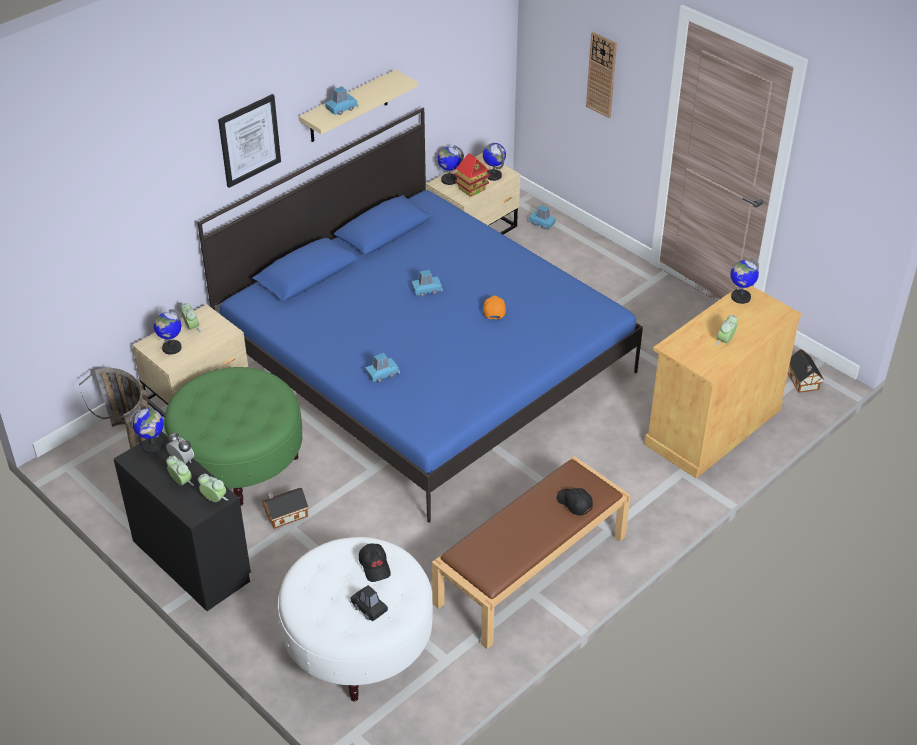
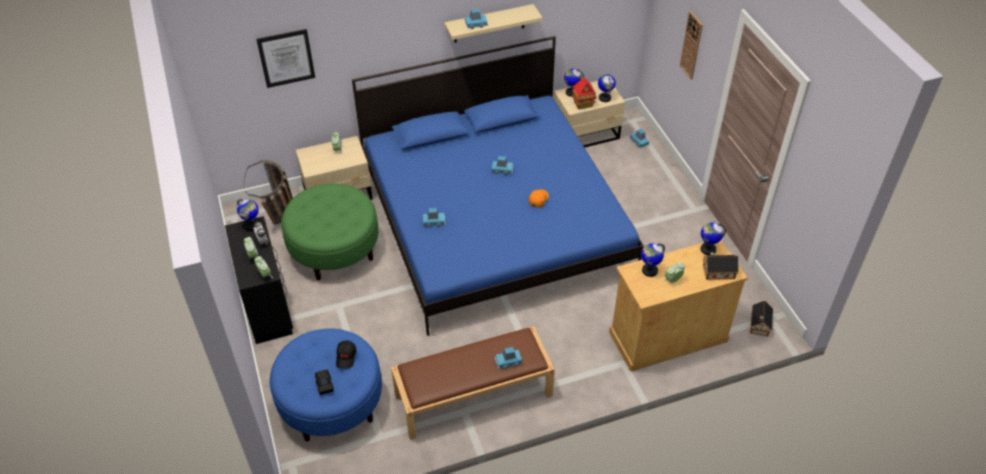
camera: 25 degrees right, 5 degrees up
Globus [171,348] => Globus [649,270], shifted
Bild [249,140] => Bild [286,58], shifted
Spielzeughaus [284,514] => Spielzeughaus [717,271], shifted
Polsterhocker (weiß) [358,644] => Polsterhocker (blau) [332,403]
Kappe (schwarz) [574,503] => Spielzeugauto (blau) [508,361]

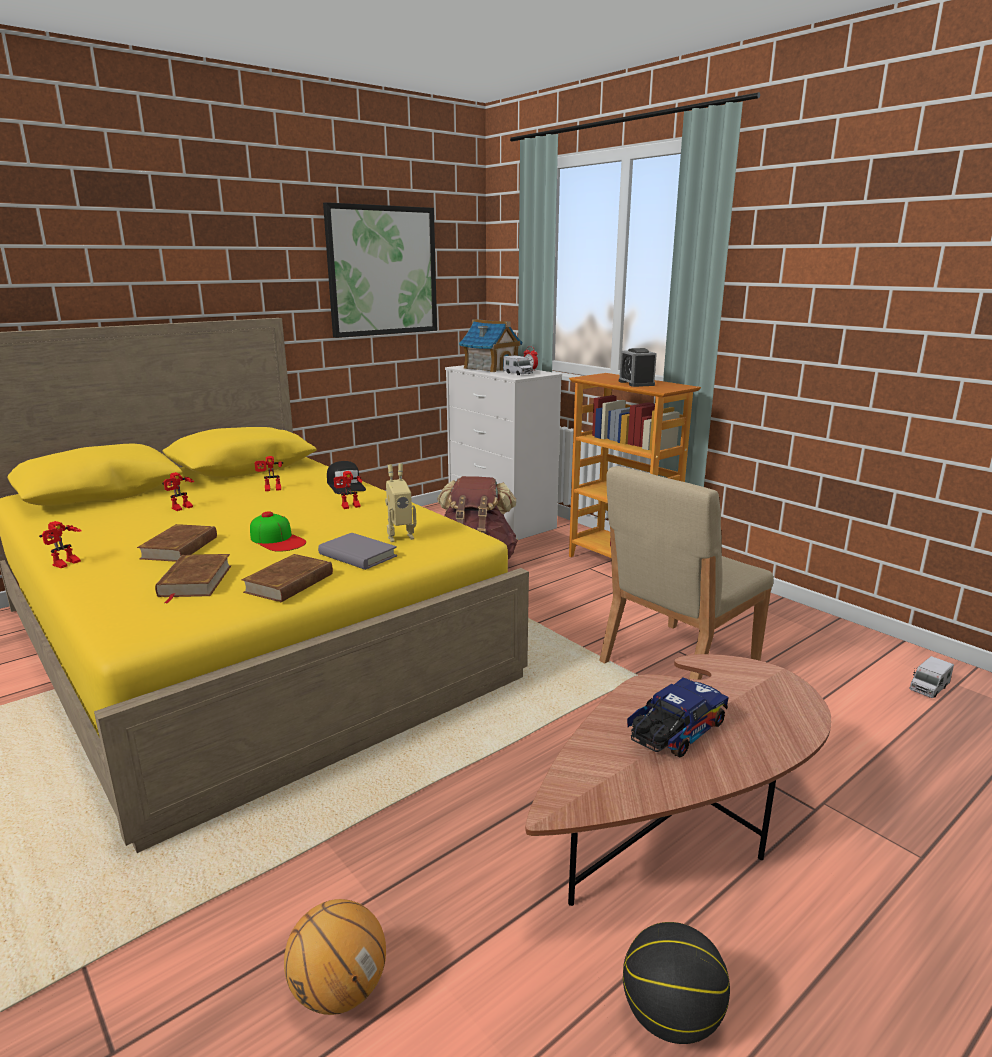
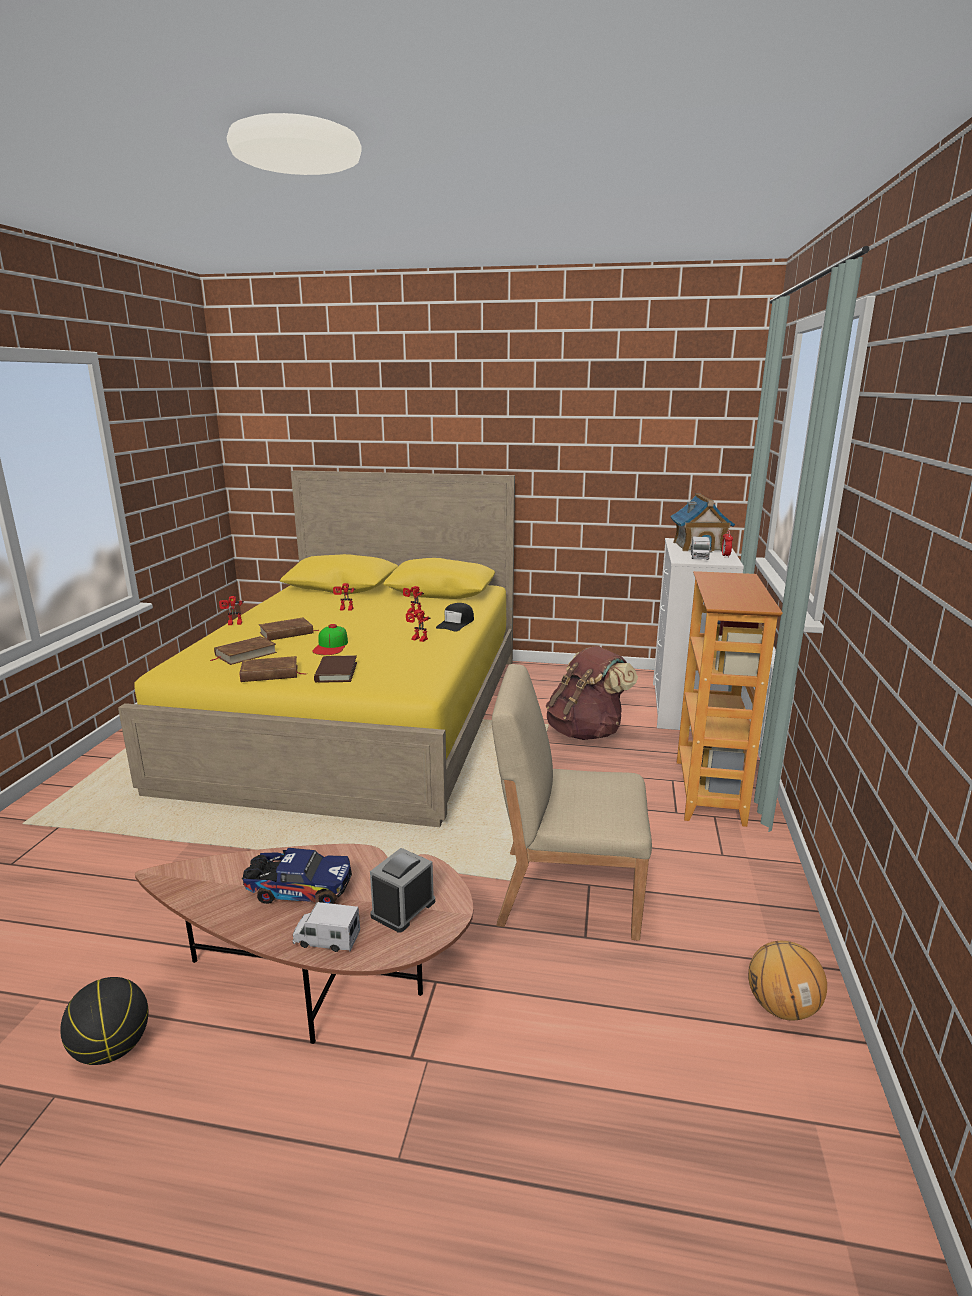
camera: 50 degrees right, 0 degrees up
Basketball [338,990] => Basketball [781,1007], shifted
Buch (grau) [357,555] => Buch (braun) [336,672]
Bild [382,271] => nothing
Spielzeugroboter [399,536] => nothing
Wecker [636,383] => Wecker [403,908], shifted
Spielzeuglaster [928,688] => Spielzeuglaster [327,939], shifted

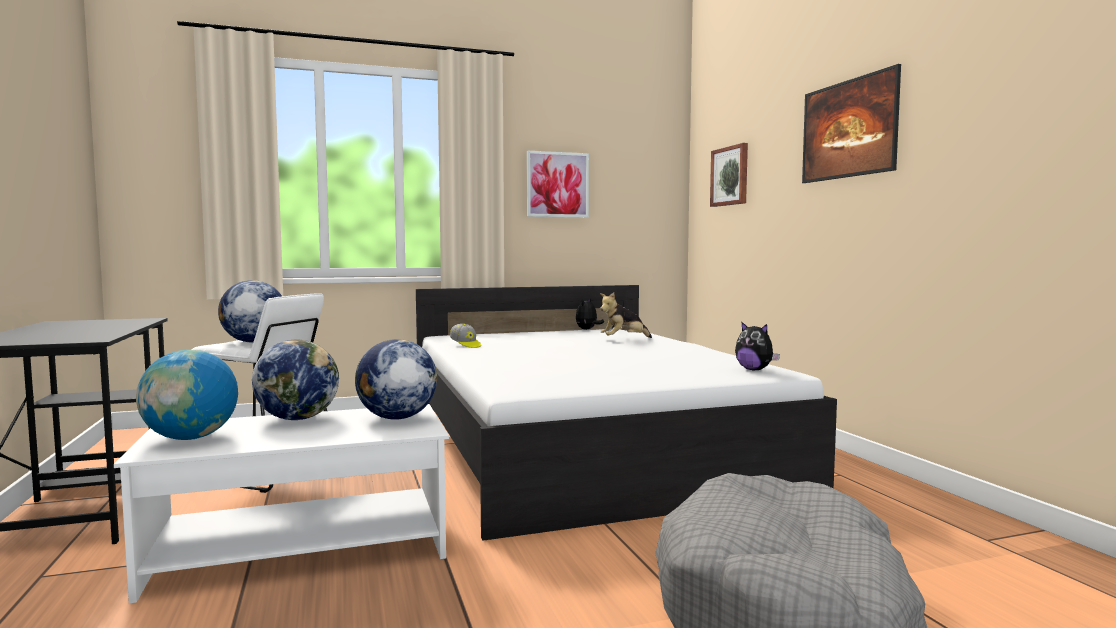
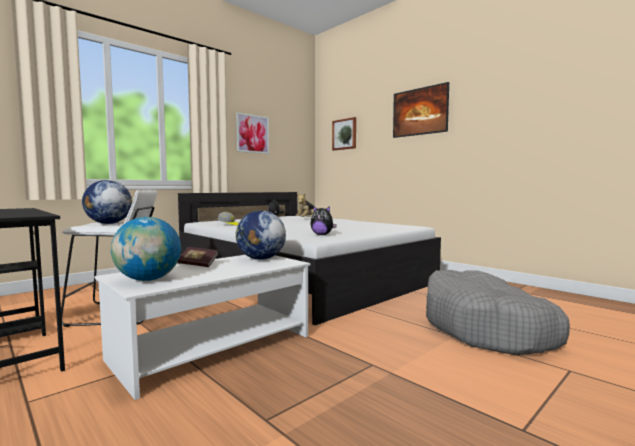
camera: 25 degrees left, 0 degrees up
Globus [298,418] => Buch [198,264]
Plüschtier [754,370] => Plüschtier [322,235], shifted

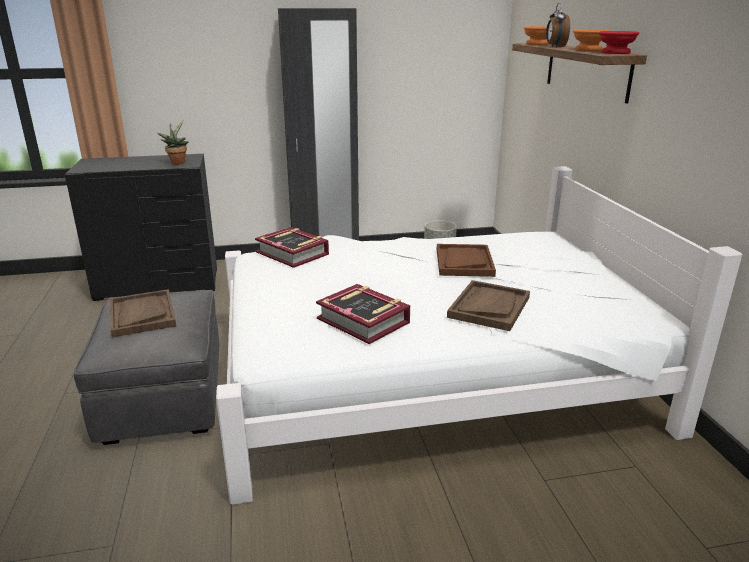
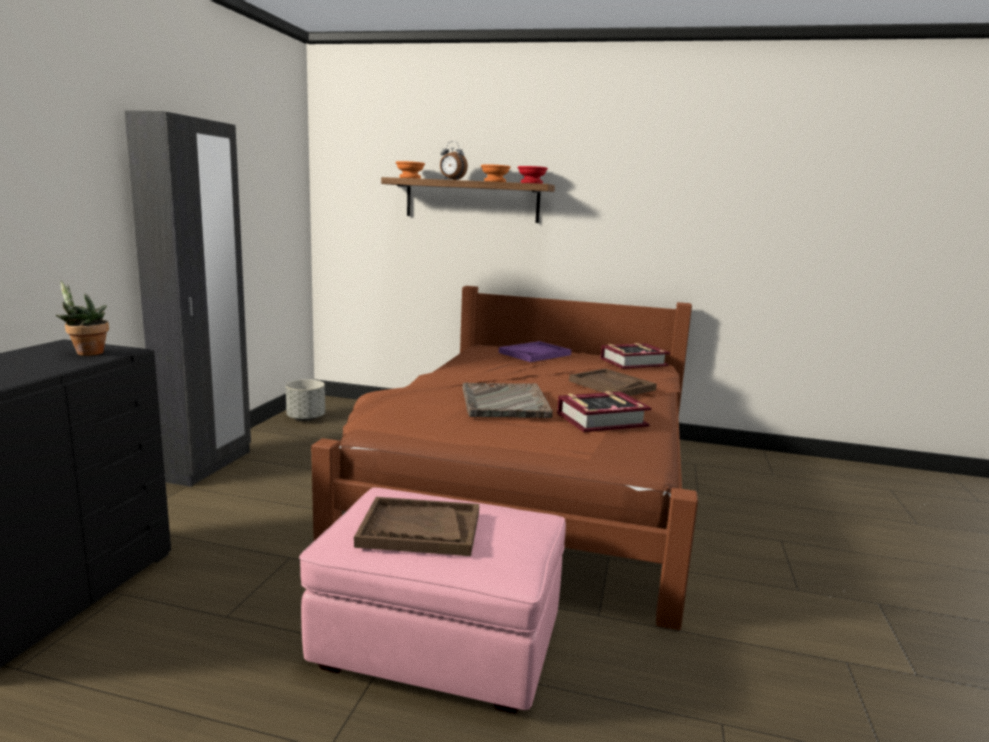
camera: 65 degrees left, 10 degrees down
Polsterhocker (grau) [164,398] => Polsterhocker (rosa) [439,644]
Bett (weiß) [427,375] => Bett (braun) [532,488]
Buch [293,253] => Buch [633,362], shifted
Tablett (braun) [464,262] => nothing
nothing => Tablett (grau) [504,403]
nothing => Tablett (lila) [534,354]

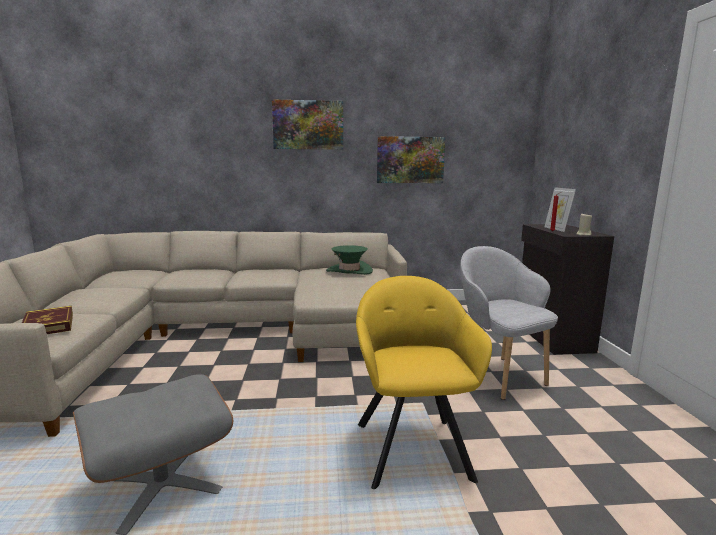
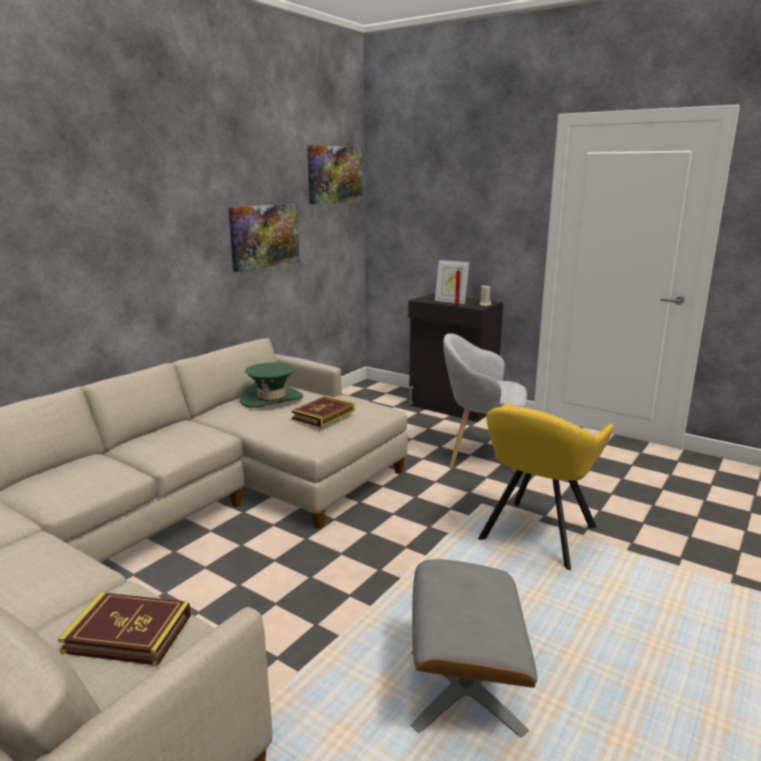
camera: 50 degrees left, 5 degrees up
Bild [308,125] => Bild [334,174], shifted
Sessel (gelb) [412,445] => Sessel (gelb) [535,536], 90 degrees counterclockwise
nothing => Buch [323,415]

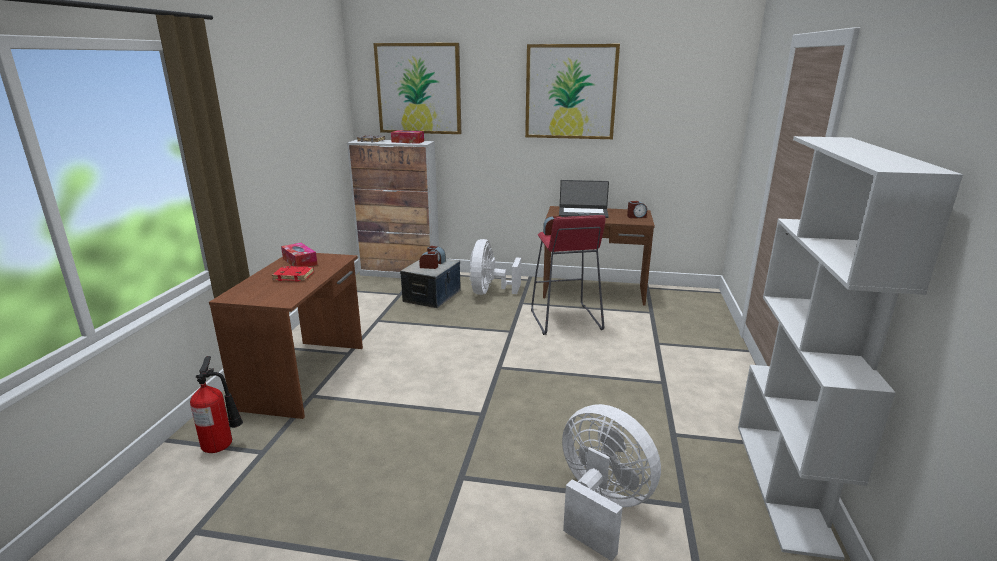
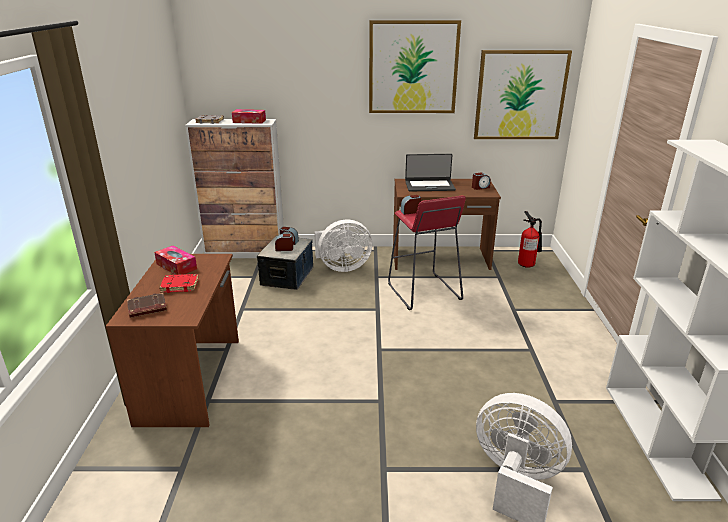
camera: 10 degrees left, 5 degrees up
Feuerlöscher [223,445] => Feuerlöscher [527,264], shifted
Bild [418,89] => Bild [520,95], shifted
Ventilator (weiß) [489,292] => Ventilator (weiß) [342,267], 105 degrees counterclockwise
nothing => Buch (braun) [147,309]

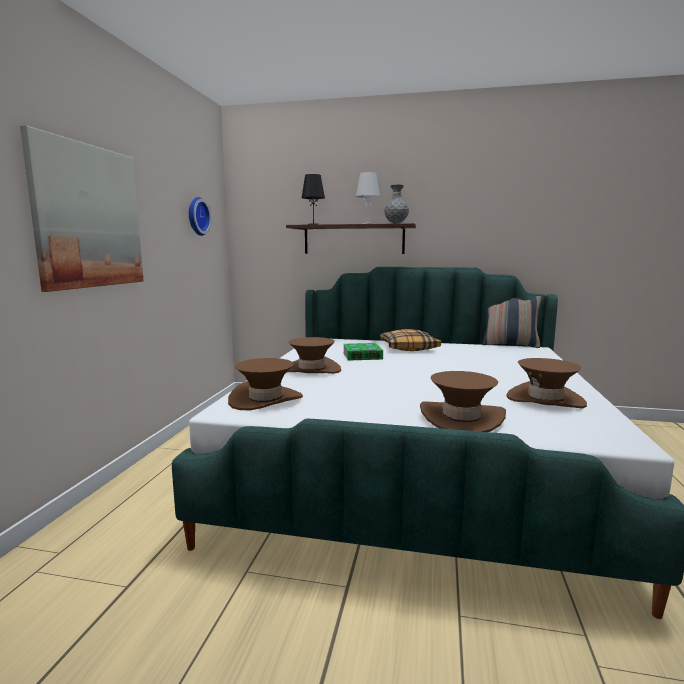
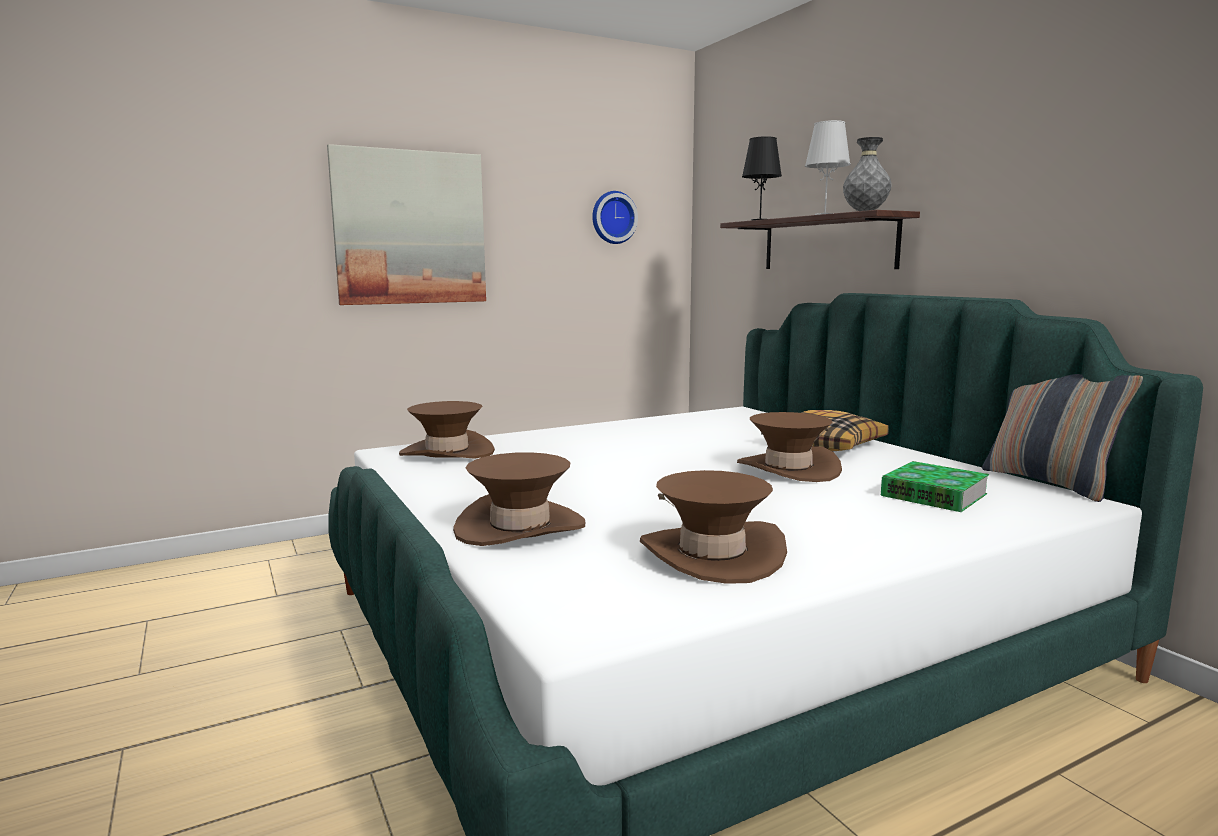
camera: 50 degrees right, 0 degrees up
Hut (braun) [311,370] => Hut (braun) [788,469], shifted
Buch [362,356] => Buch [933,495], shifted

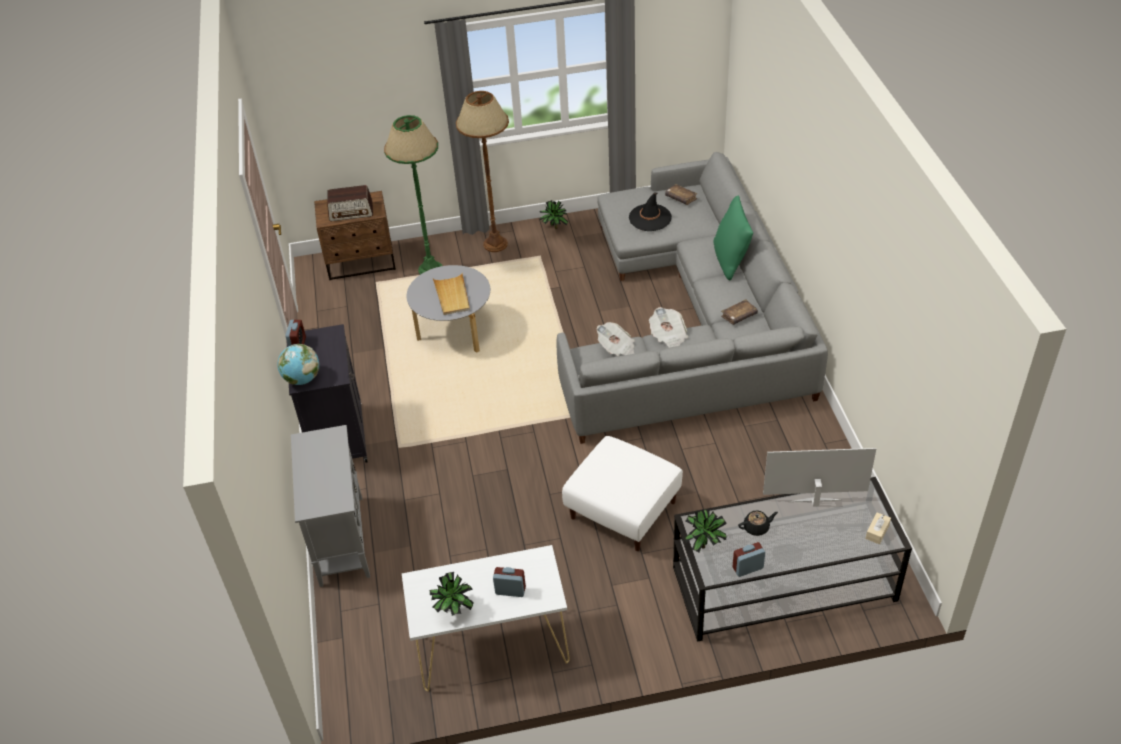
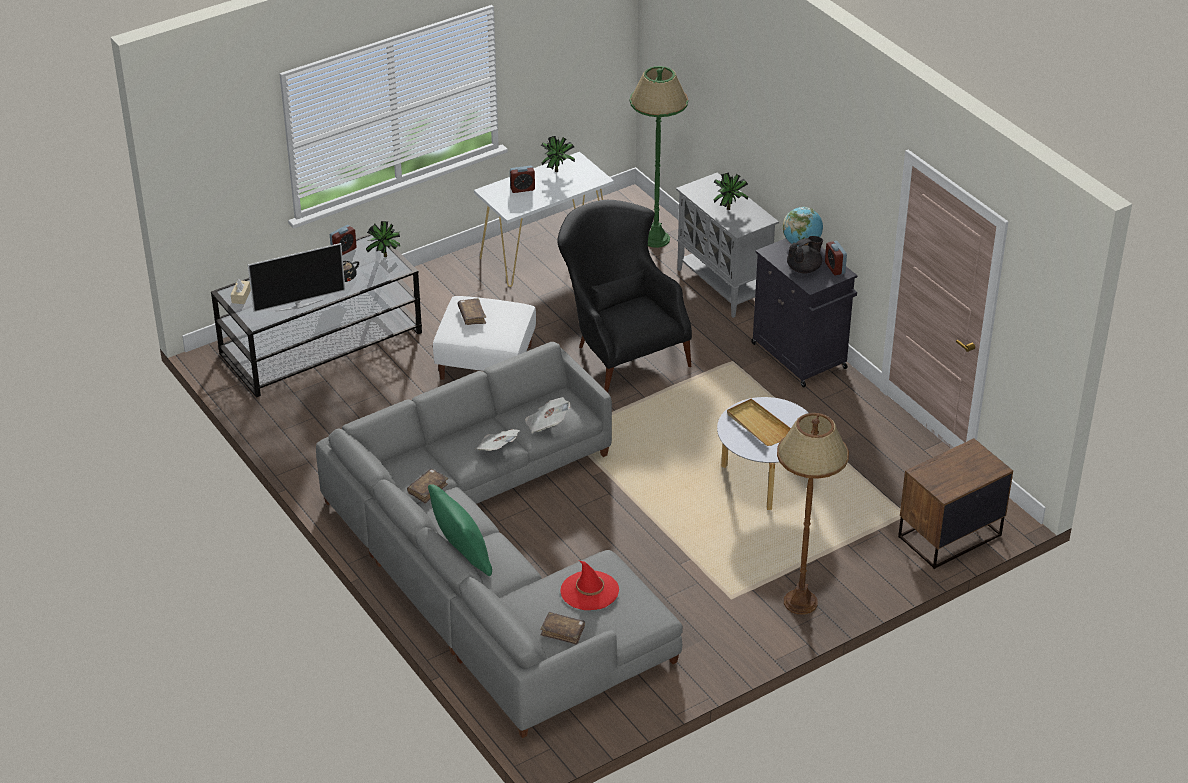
camera: 155 degrees right, 5 degrees down
Radio [351,212] => nothing
Stehlampe (grün) [430,269] => Stehlampe (grün) [656,239], shifted
Topfpflanze [554,229] => Topfpflanze [729,207], shifted
Hut (schwarz) [650,218] => Hut (rot) [589,591]
nothing => Buch (braun) [472,316]
nothing => Sessel (schwarz) [620,351]
nothing => Teekanne (schwarz) [804,269]

